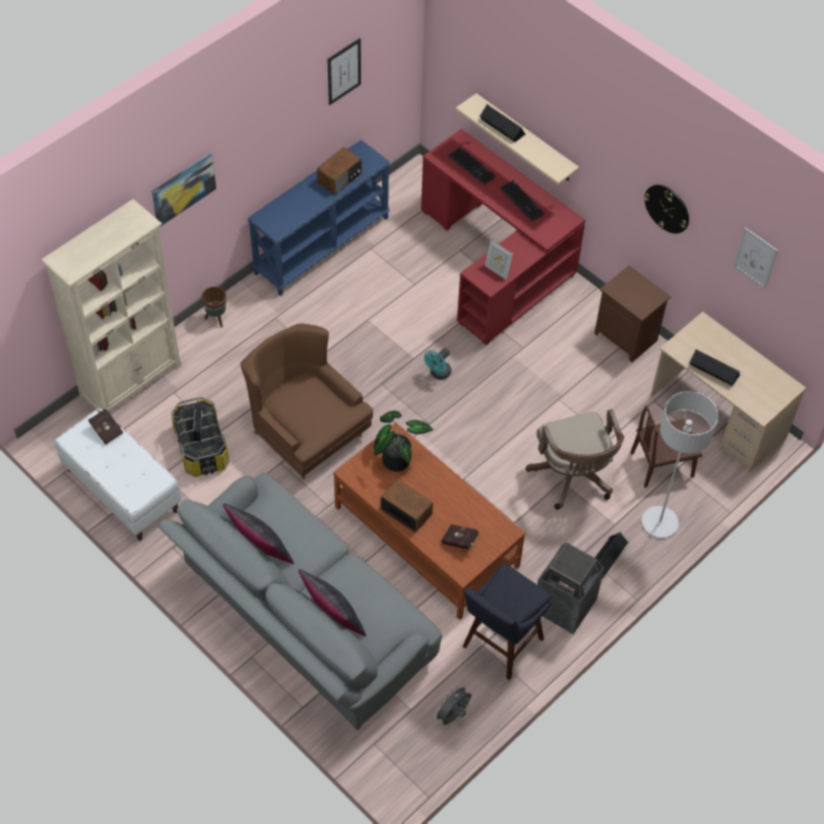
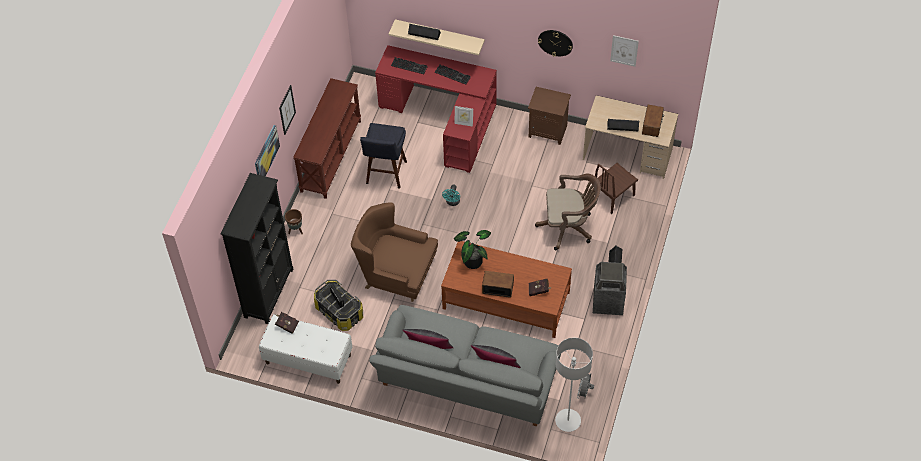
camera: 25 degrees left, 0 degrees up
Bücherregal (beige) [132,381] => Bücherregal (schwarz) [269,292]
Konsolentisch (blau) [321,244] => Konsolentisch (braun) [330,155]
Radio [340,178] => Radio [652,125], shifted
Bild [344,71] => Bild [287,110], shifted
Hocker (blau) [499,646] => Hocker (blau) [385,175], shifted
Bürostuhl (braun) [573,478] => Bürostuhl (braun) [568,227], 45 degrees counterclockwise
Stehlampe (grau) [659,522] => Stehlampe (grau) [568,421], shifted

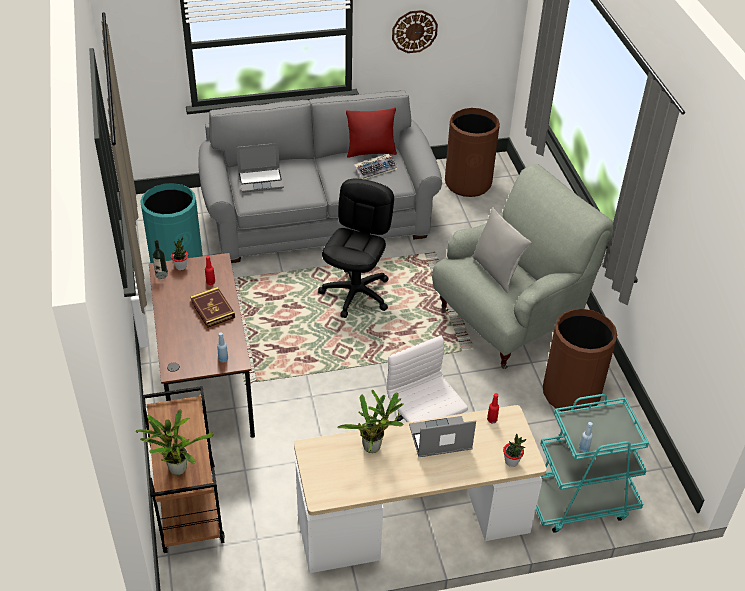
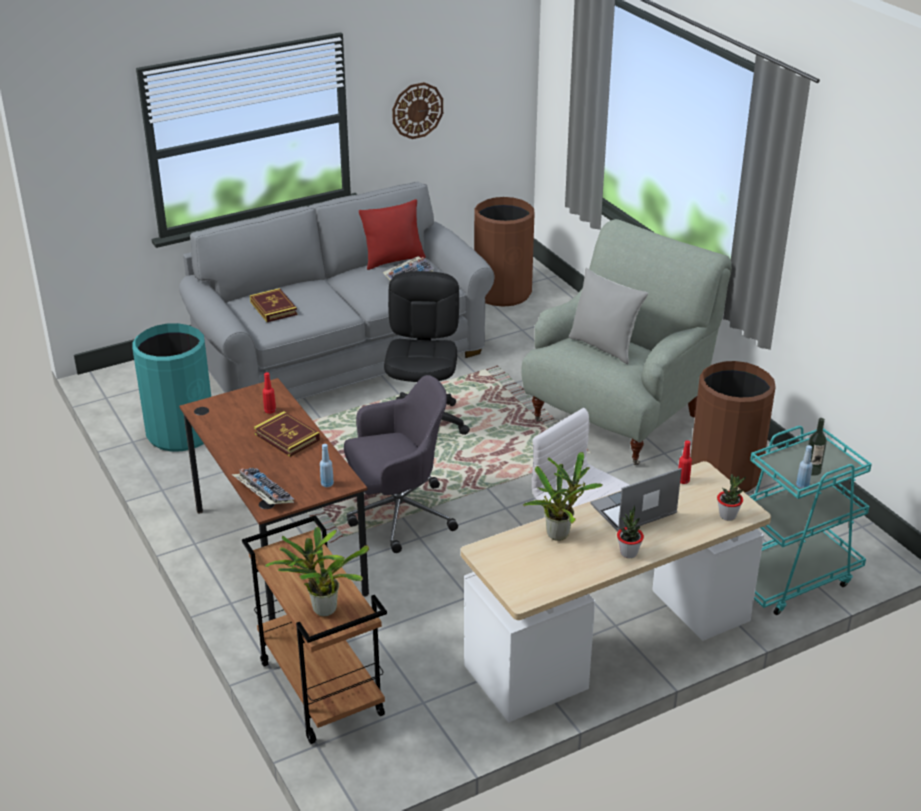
camera: 15 degrees left, 10 degrees down
Flasche [161,274] => Flasche [812,470], shifted
Topfpflanze [181,266] => Topfpflanze [628,553], shifted
Laptop [261,180] => Buch [273,308]
nothing => Tastatur [262,493]
nothing => Bürostuhl (grau) [397,514]

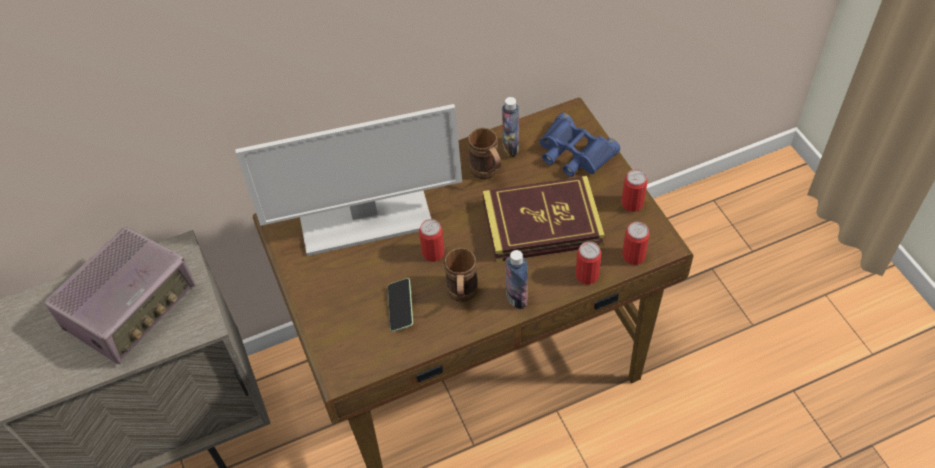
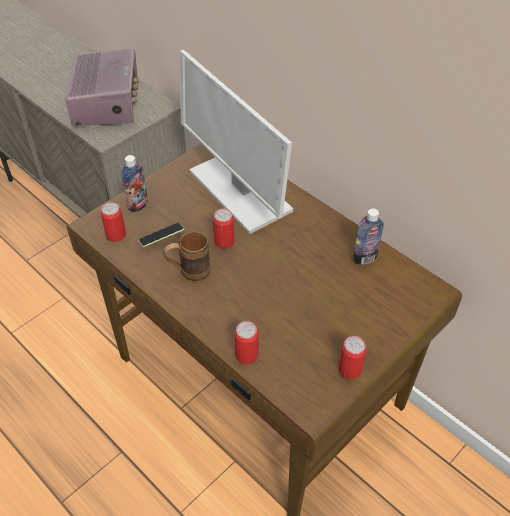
camera: 65 degrees right, 5 degrees down
Radio [132,307] => Radio [107,103], 105 degrees counterclockwise
Henkelbecher (braun) [487,173] => nothing
Buch [542,223] => nothing
Flasche [516,298] => Flasche [138,205], shifted
Fernglas (blau) [574,153] => nothing
Dose [633,256] => Dose [116,235], shifted

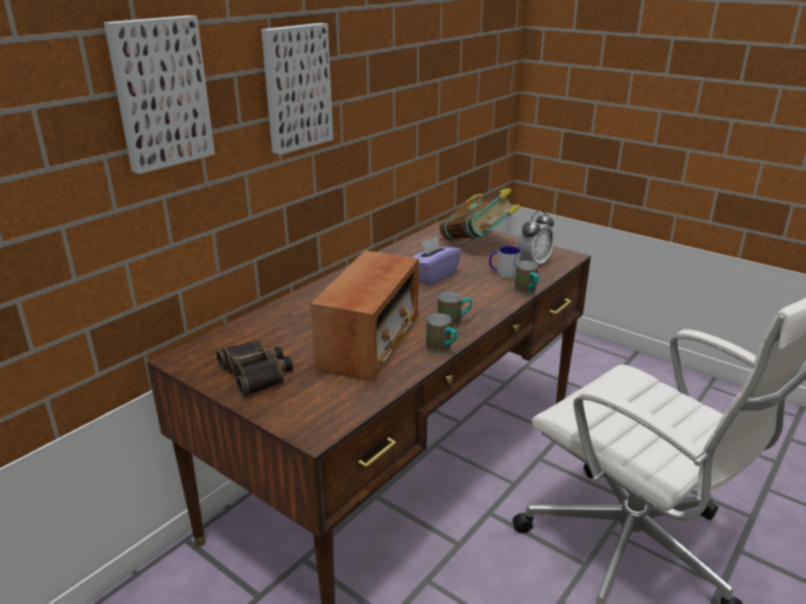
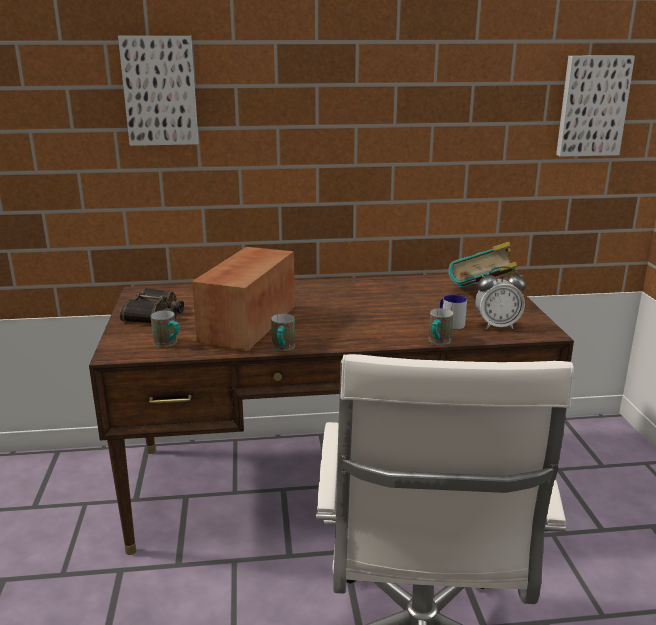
camera: 45 degrees right, 5 degrees down
Bild [295,87] => Bild [592,106], shifted
Radio [370,343] => Radio [248,325], 135 degrees clockwise
Taschentuchbox (lila) [432,276] => nothing
Henkelbecher [454,323] => Henkelbecher [168,344], shifted

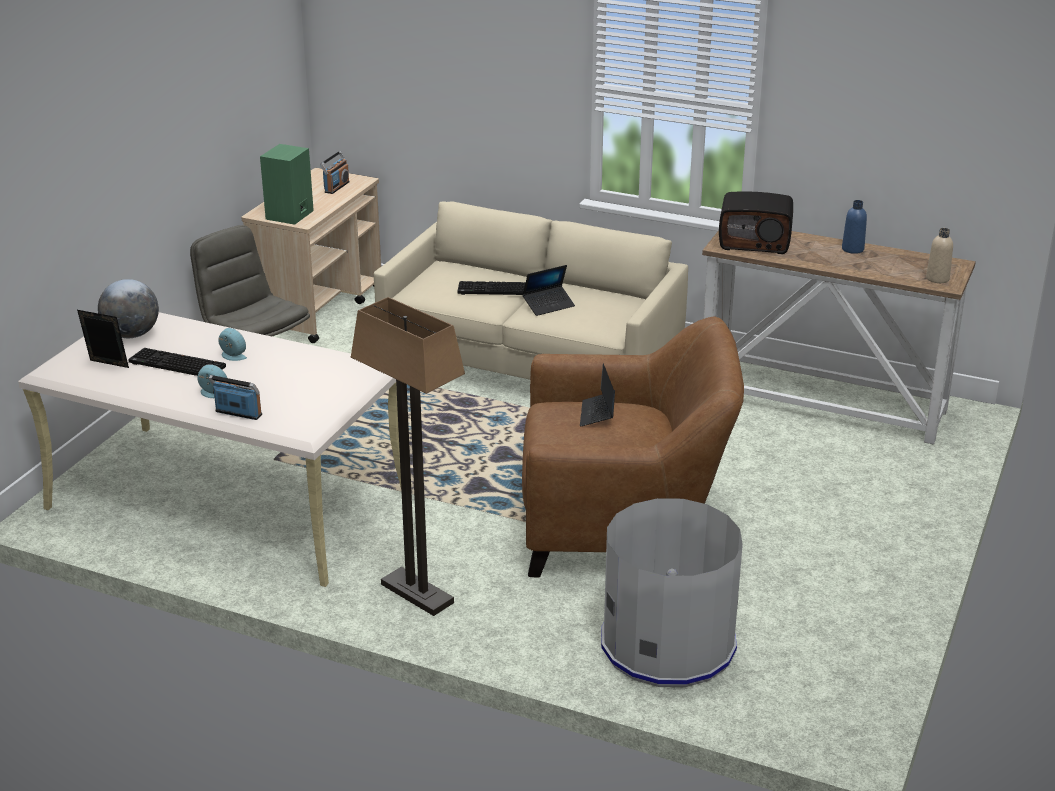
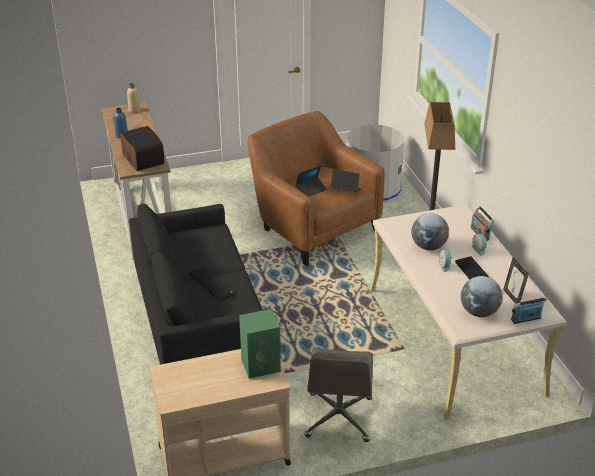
camera: 130 degrees left, 5 degrees up
Radio [336,187] => Radio [526,319], shifted
Sofa (beige) [531,363] => Sofa (schwarz) [199,320]
Laptop [548,305] => Laptop [346,190], shifted
nothing => Globus [428,246]

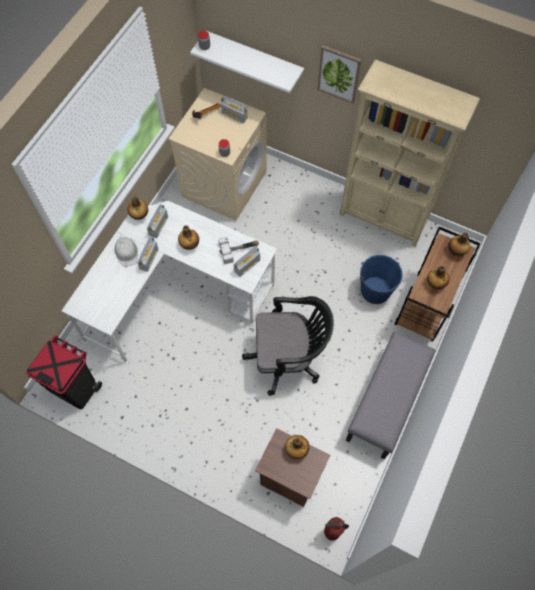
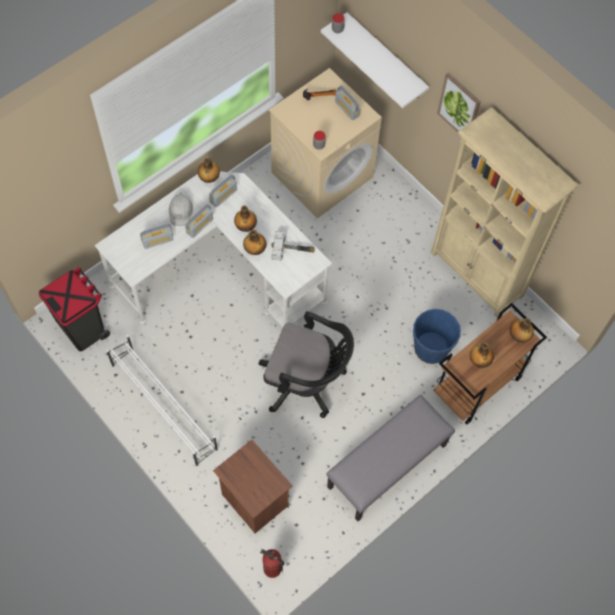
camera: 20 degrees right, 0 degrees up
Radio [247,265] => Radio [158,241], shifted
Flasche [296,449] => Flasche [255,249], shifted
nothing => Schuhregal (weiß) [164,406]

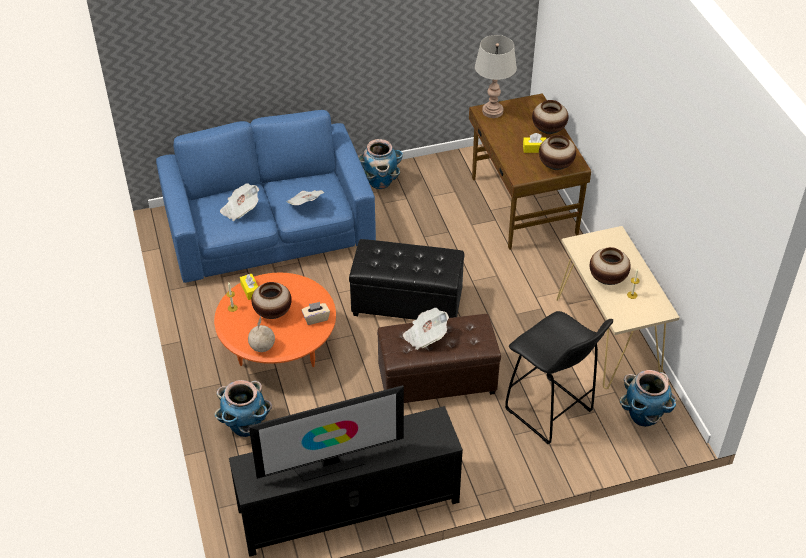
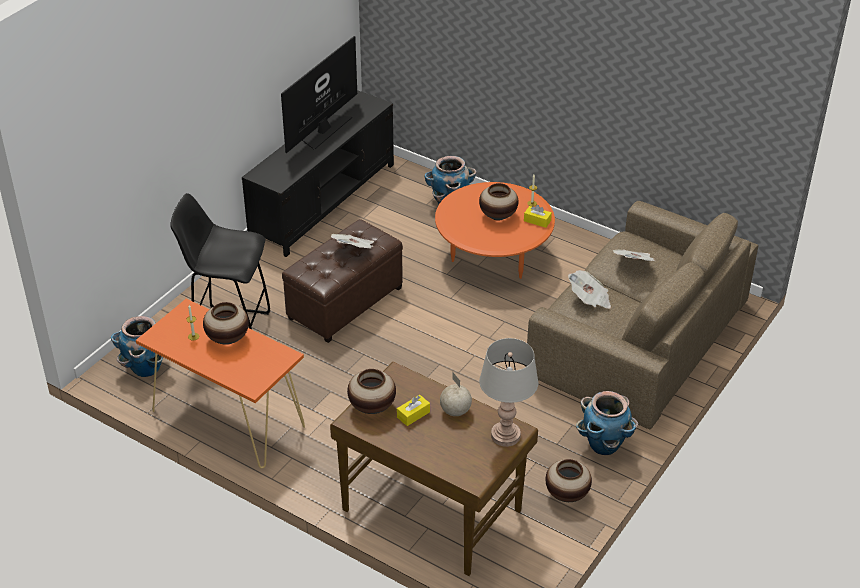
camera: 140 degrees right, 5 degrees down
Sofa (blau) [269,228] => Sofa (braun) [637,339]
Globus [262,347] => Globus [455,411], shifted
Taschentuchbox (beige) [316,318] => nothing
Polsterhocker (schwarz) [407,302] => nothing
Vase [548,130] => Vase [567,495], shifted
Konsolentisch (beige) [607,336] => Konsolentisch (orange) [227,418]

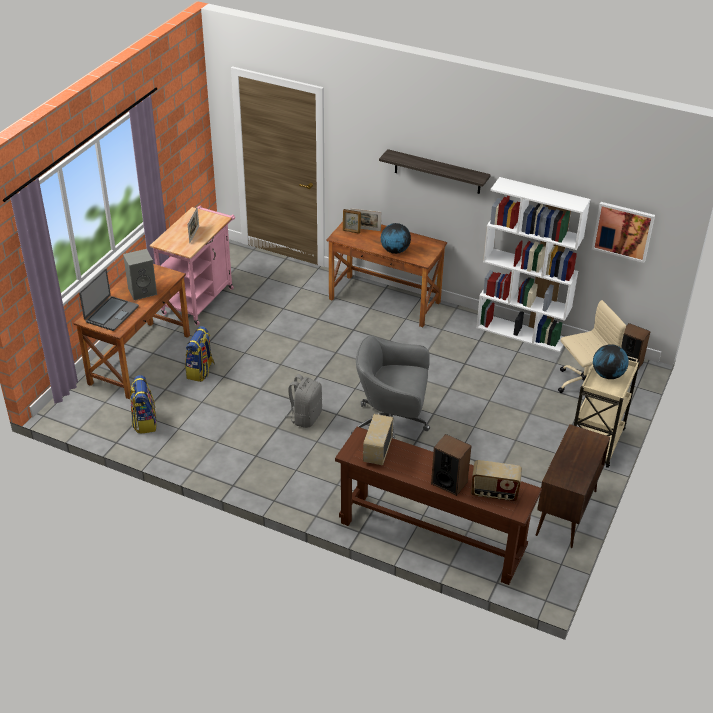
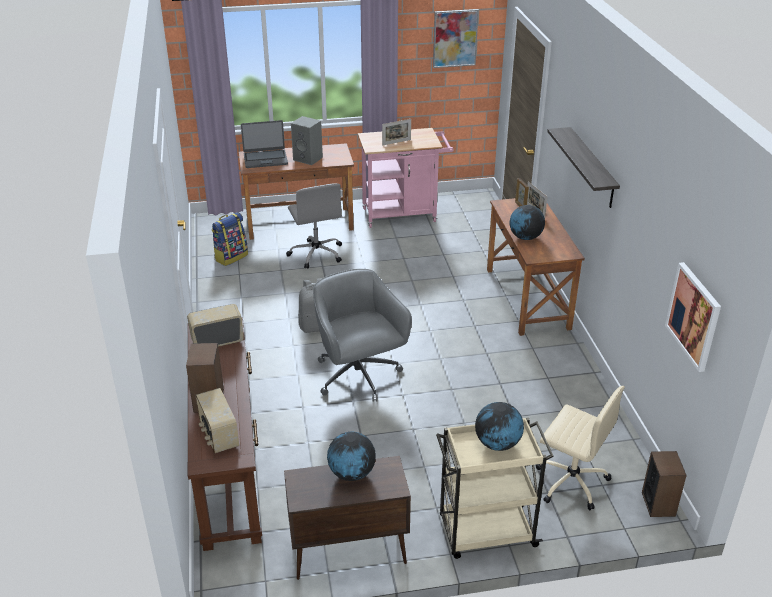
camera: 55 degrees right, 5 degrees down
Rucksack [201,371] => Bürostuhl (grau) [316,253]
Bücherregal (weiß) [522,333] => nothing
nothing => Globus [351,473]
nothing => Bild [455,38]

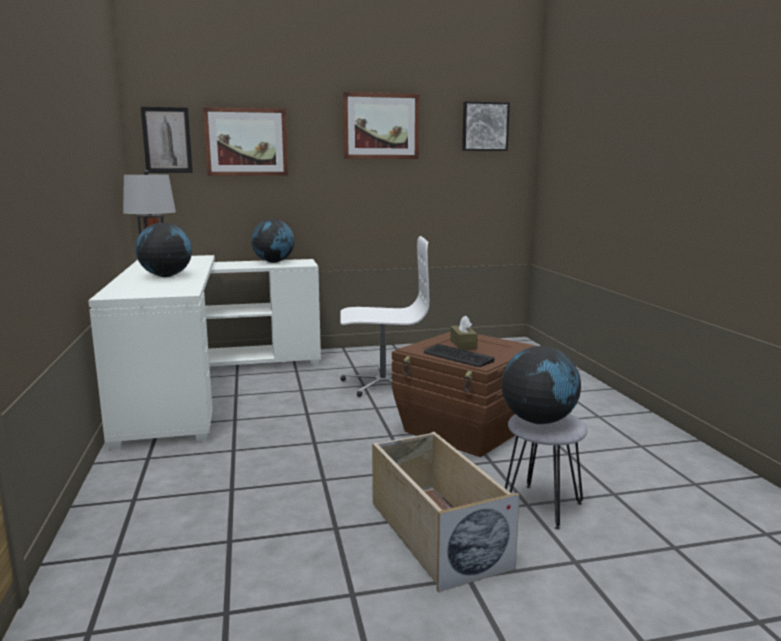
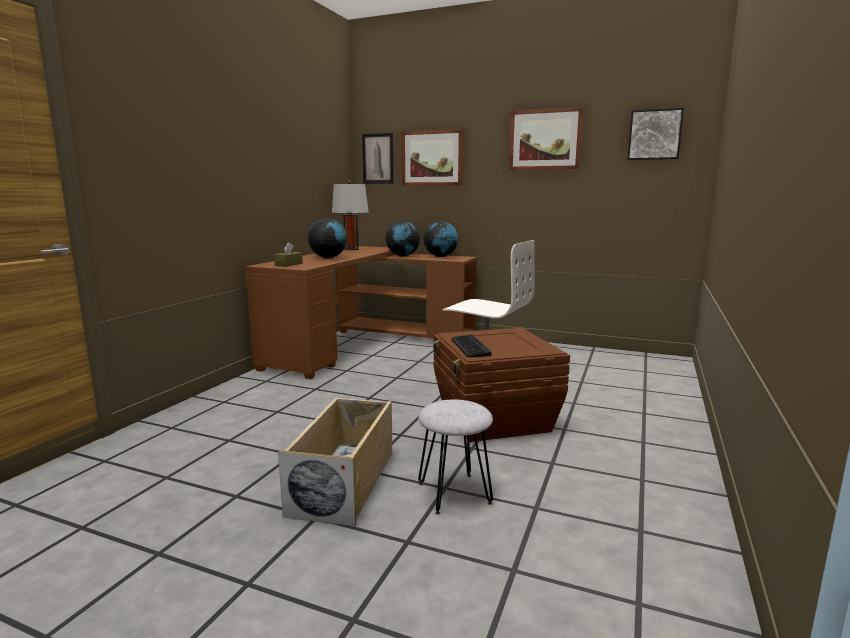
camera: 35 degrees right, 0 degrees up
Schreibtisch (weiß) [203,384] => Schreibtisch (braun) [364,344]
Taschentuchbox (braun) [463,344] => Taschentuchbox (braun) [288,264], shifted
Globus [538,421] => Globus [403,256], shifted

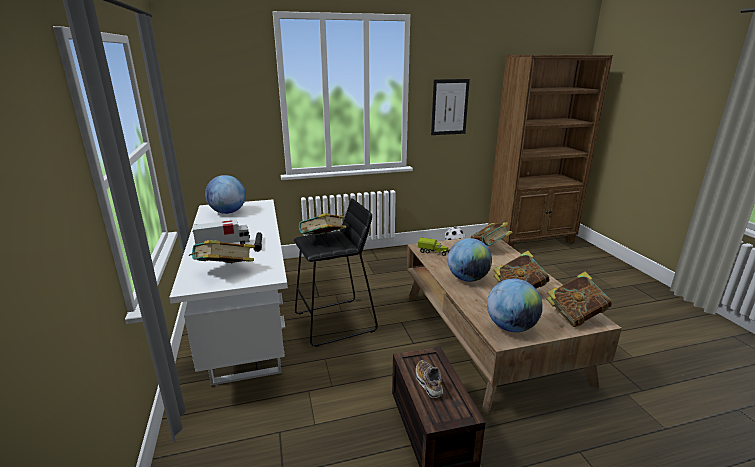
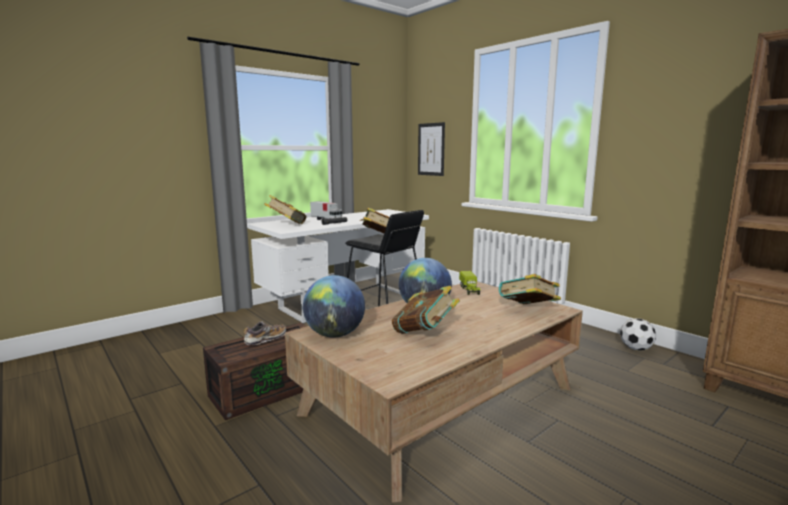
camera: 65 degrees right, 10 degrees down
Globus [228,212] => nothing
Bild [449,107] => Bild [431,149], shifted
Buch [575,316] => nothing

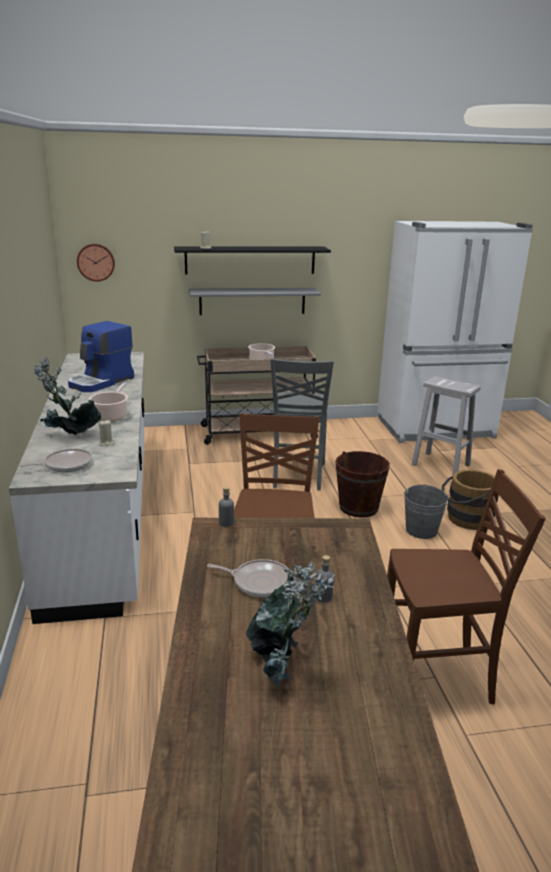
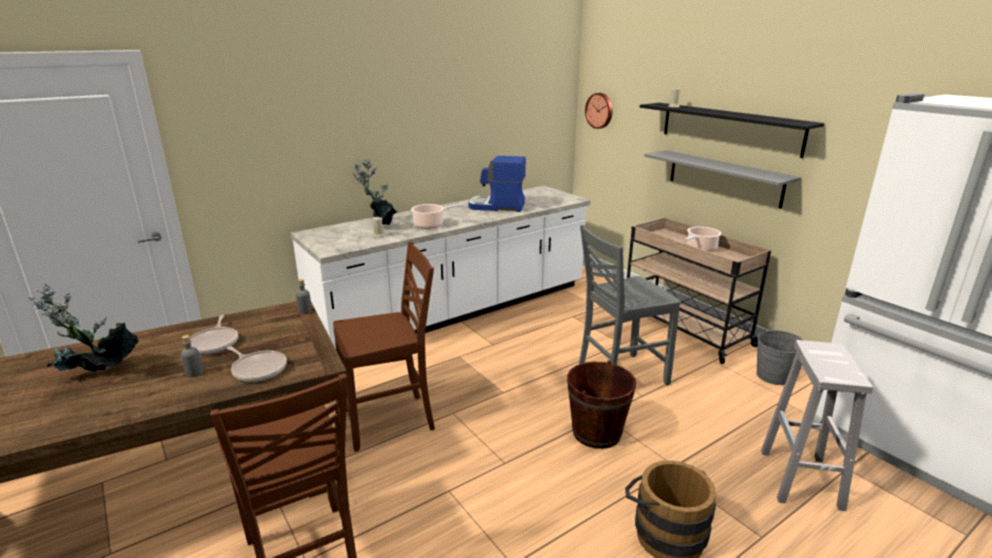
camera: 65 degrees right, 0 degrees up
Pfanne [65,464] => Pfanne [258,369], shifted
Eimer (grau) [421,530] => Eimer (grau) [773,376], shifted

